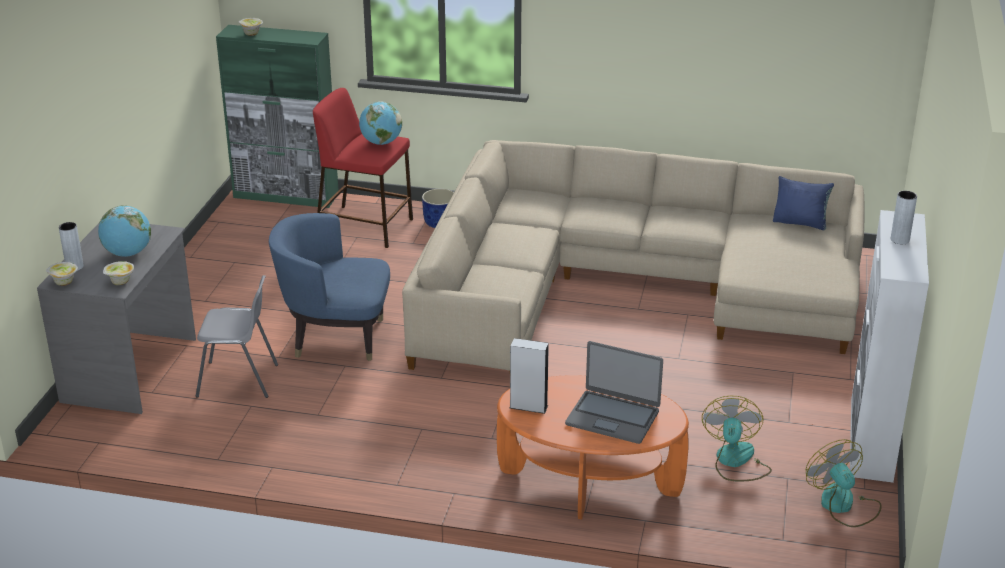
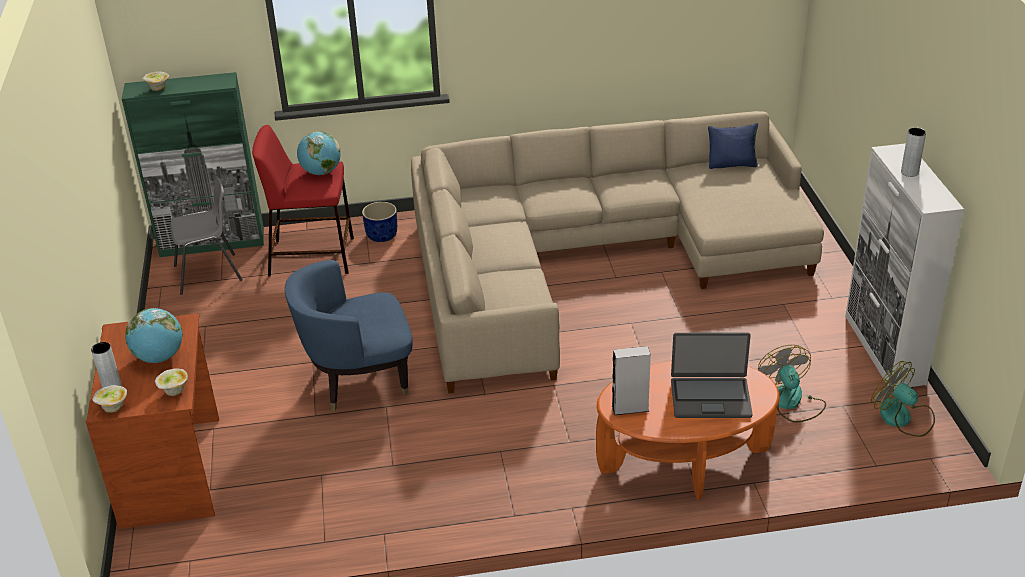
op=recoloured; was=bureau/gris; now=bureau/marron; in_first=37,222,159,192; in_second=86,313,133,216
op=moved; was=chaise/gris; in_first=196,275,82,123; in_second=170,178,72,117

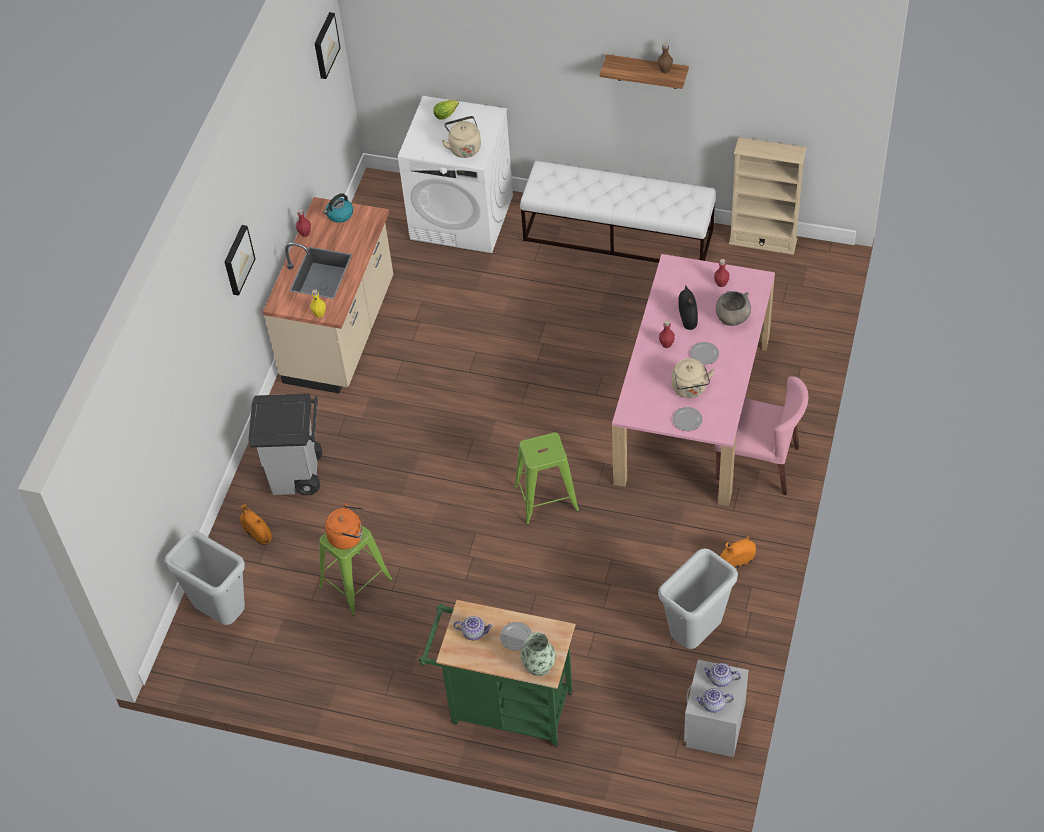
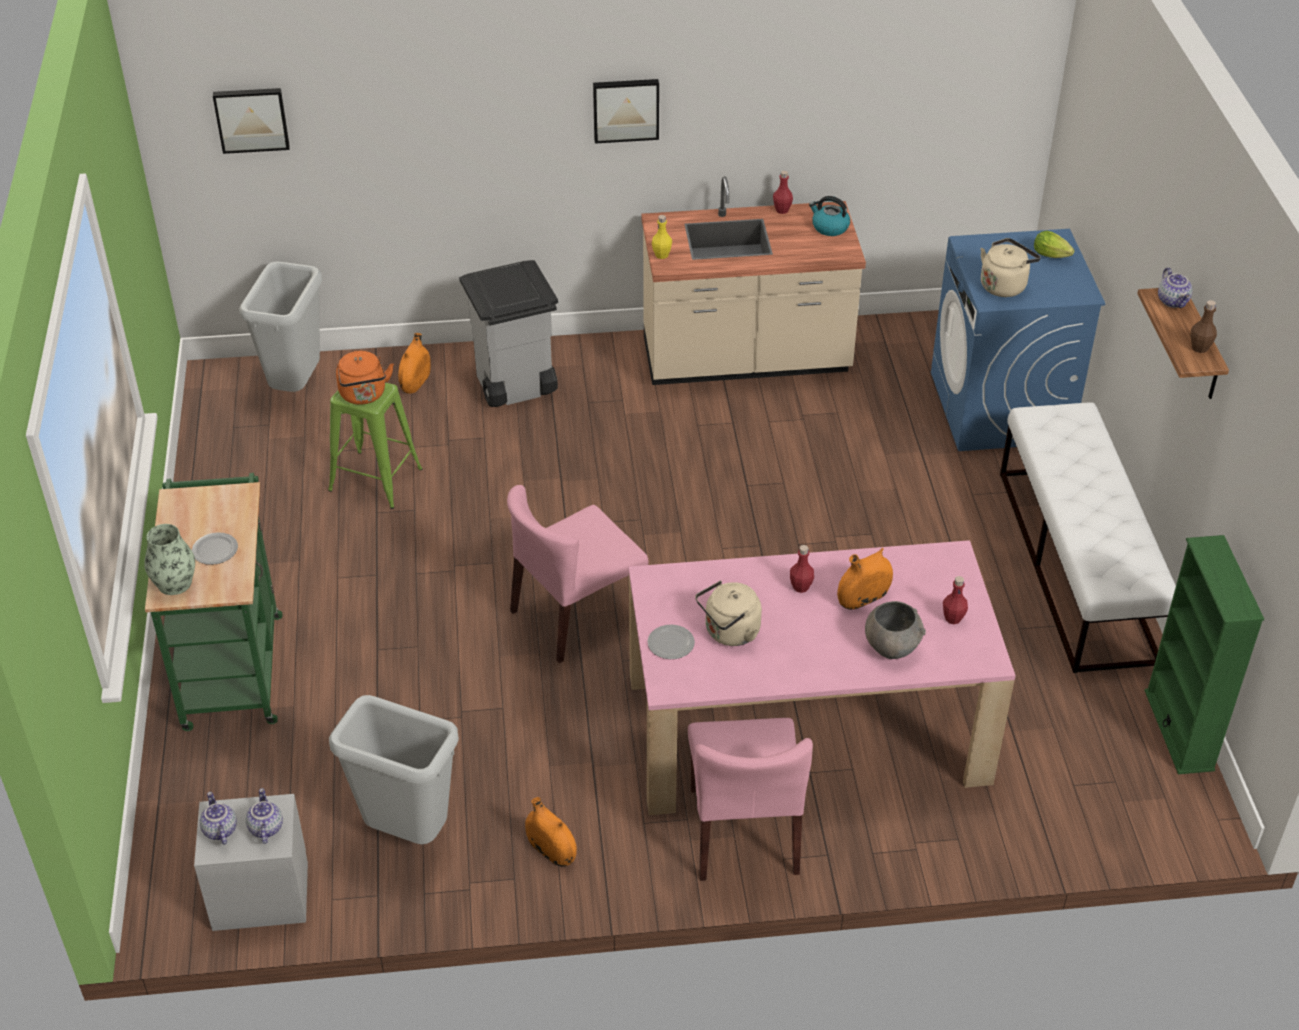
op=moved; was=tableau; in_first=314,12,27,67; in_second=213,88,77,66
op=recoloured; was=lave-linge/blanc; now=lave-linge/bleu; in_first=398,96,115,157; in_second=931,229,175,222
op=recoloured; was=bibliothèque/beige; now=bibliothèque/vert; in_first=729,137,77,118; in_second=1144,535,120,239
op=recoloured; was=vase/noir; now=vase/orange; in_first=678,285,20,45; in_second=837,548,56,62
op=removed; was=assiette; in_first=690,342,29,23
op=replaced; was=tabouret/vert; now=chaise/rose; in_first=514,432,65,93; in_second=507,485,142,178
op=moved; was=théière; in_first=454,616,39,24; in_second=1158,267,35,41

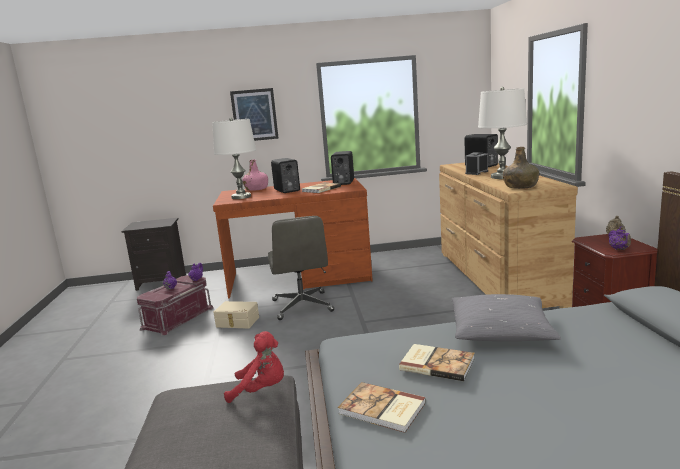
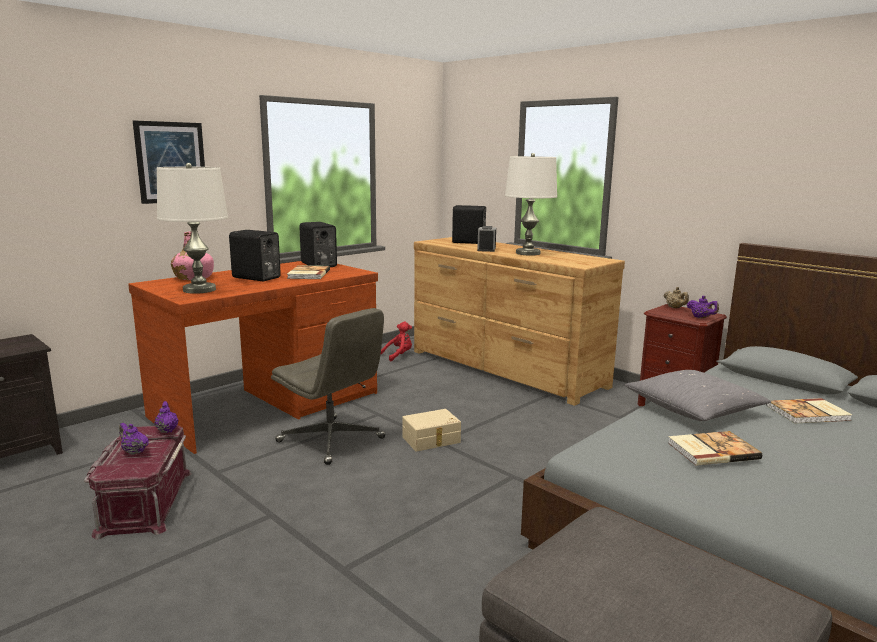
op=removed; was=bouteille/vert; in_first=503,147,36,42
op=moved; was=boîte de rangement/beige; in_first=214,301,45,28; in_second=402,409,59,43
op=moved; was=peluche/rouge; in_first=224,331,60,72; in_second=381,322,31,39
op=moved; was=livre; in_first=338,382,88,51; in_second=766,398,86,26

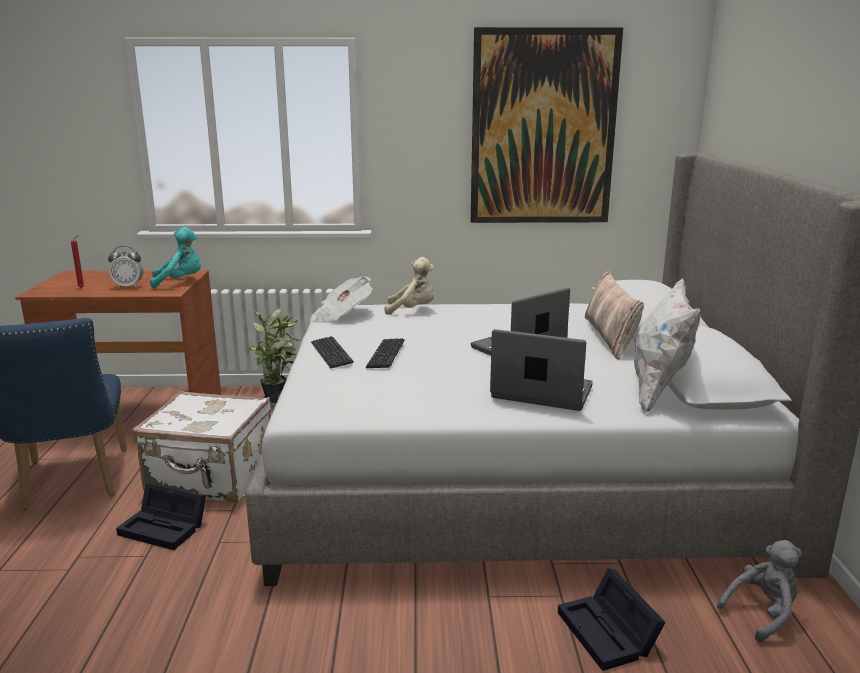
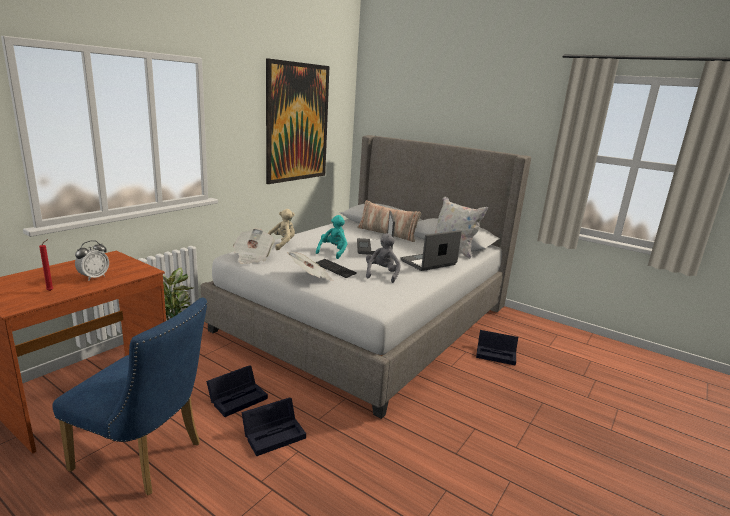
op=moved; was=peluche/turquoise; in_first=150,227,51,62; in_second=316,215,31,44
op=replaced; was=clavier; now=journal; in_first=311,336,43,32; in_second=287,252,46,29
op=replaced; was=valise/blanc; now=boîte de rangement/noir; in_first=133,391,138,111; in_second=206,366,62,51
op=moved; was=peluche/gris; in_first=717,540,85,102; in_second=366,233,34,50

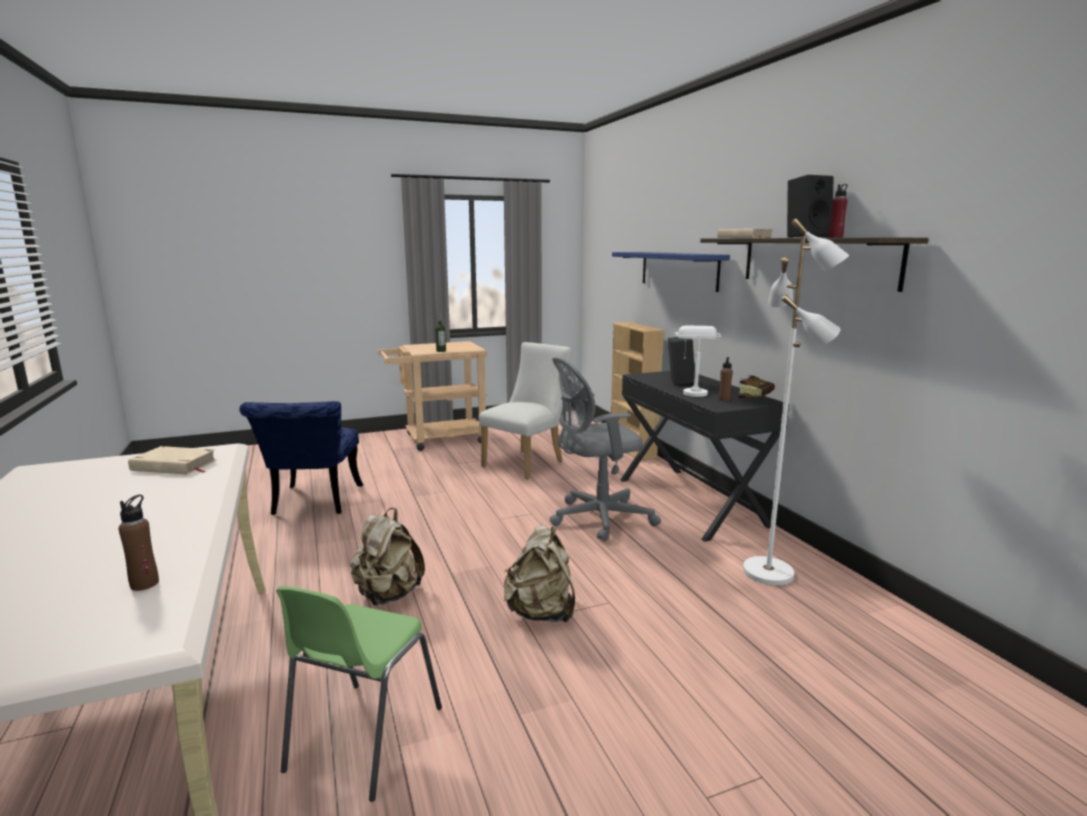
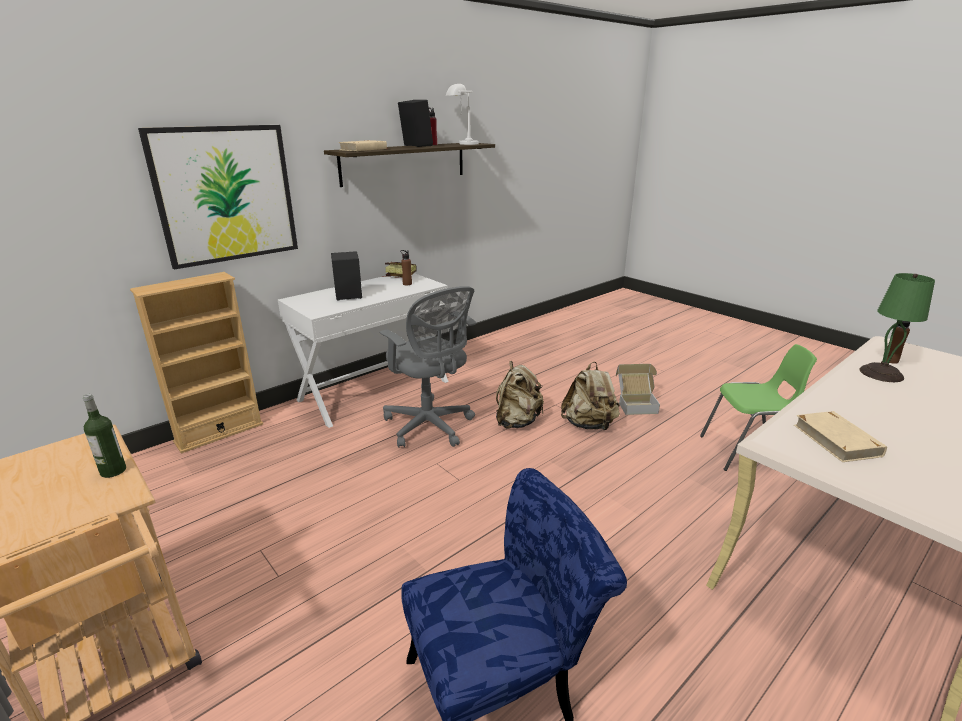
op=removed; was=lampadaire/blanc; in_first=743,218,106,367
op=replaced; was=étagère/bleu; now=tableau; in_first=612,252,118,40; in_second=138,125,160,144
op=moved; was=lampe de table/blanc; in_first=675,326,46,71; in_second=446,84,32,61
op=removed; was=chaise/blanc; in_first=479,342,93,138
op=recoloured; was=bureau/noir; now=bureau/blanc; in_first=620,371,169,171; in_second=278,273,171,155
op=moved; was=sac à dos/beige; in_first=349,508,76,98; in_second=496,361,48,68
op=added; now=lampe de table/vert; in_second=859,273,76,109
op=added; now=carton; in_second=616,364,44,51

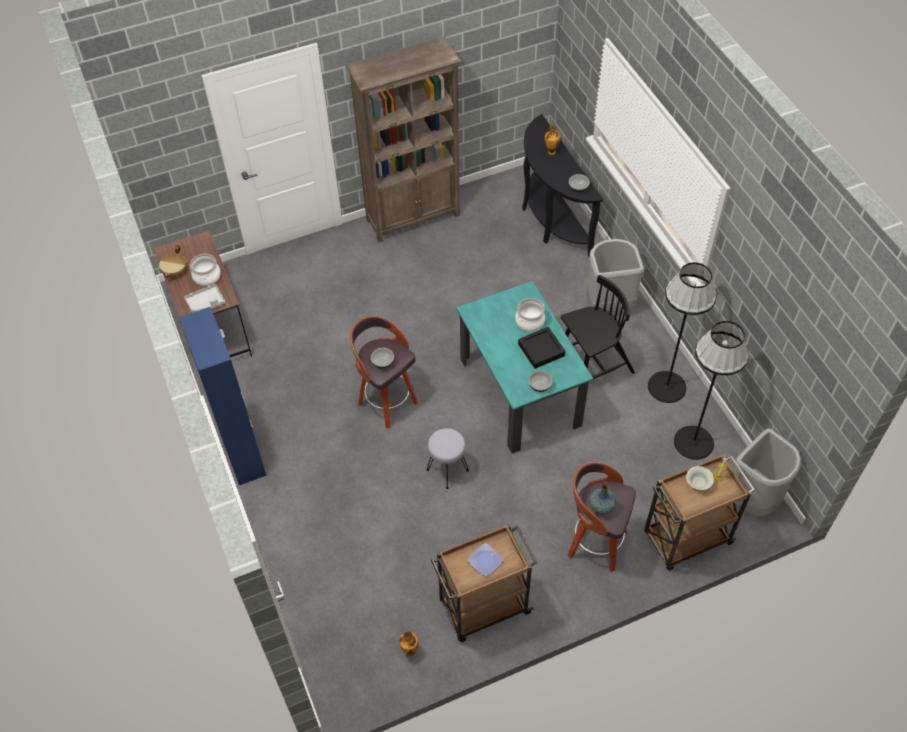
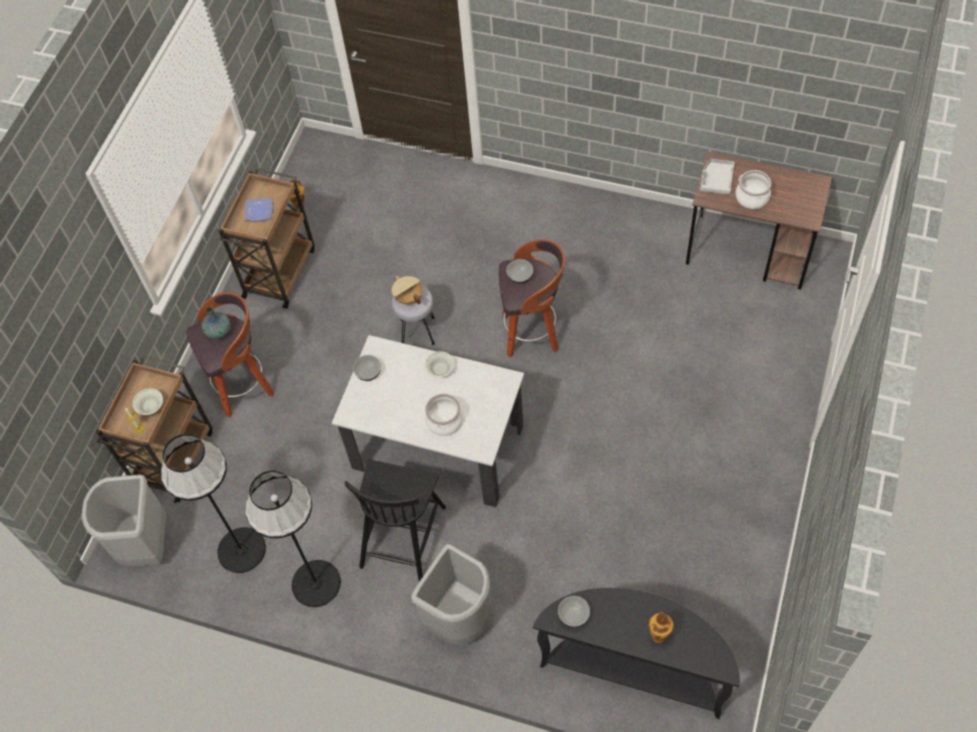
op=removed; was=bibliothèque/marron; in_first=346,36,116,206
op=moved; was=marmite/beige; in_first=159,245,27,31; in_second=392,276,31,29
op=recoloured; was=table à manger/turquoise; now=table à manger/blanc; in_first=456,281,137,172; in_second=332,335,192,172
op=removed; was=meuble de rangement/bleu; in_first=179,307,87,179
op=removed; was=plateau/noir; in_first=518,327,47,42
op=added; now=bol/blanc; in_second=425,351,30,26

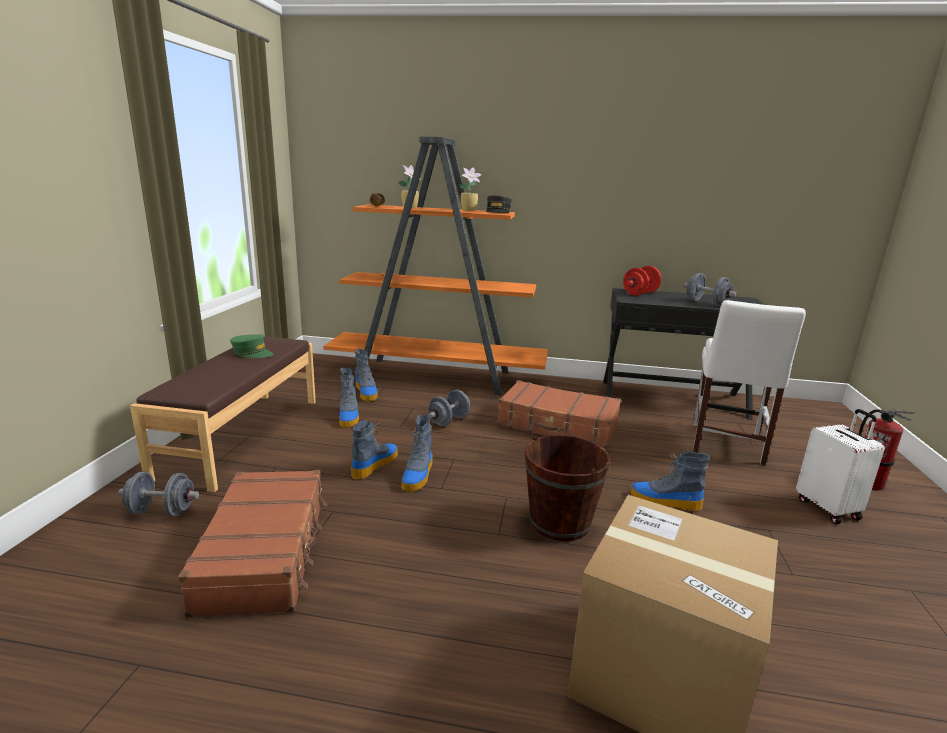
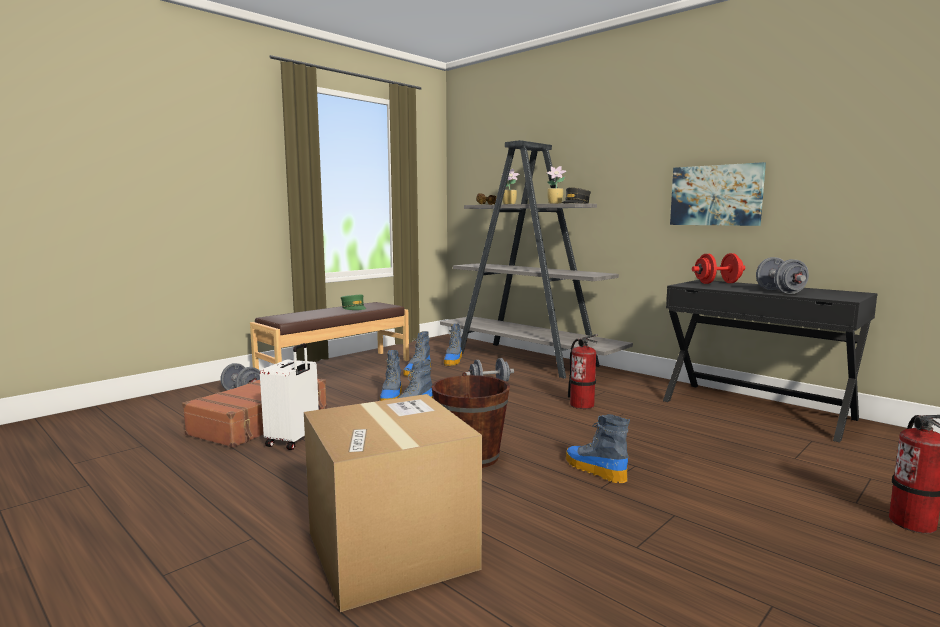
op=recoloured; was=bibliothèque/orange; now=bibliothèque/gris; in_first=323,137,225,259; in_second=440,140,193,239
op=removed; was=chaise/blanc; in_first=693,300,113,165
op=replaced; was=valise/marron; now=extincteur; in_first=497,380,124,69; in_second=568,334,31,75
op=moved; was=valise/blanc; in_first=796,409,89,115; in_second=260,343,59,107
op=turned; was=botte; in_first=351,420,47,60; in_second=380,350,22,51; clockwise=120
op=added; now=tableau; in_second=670,162,96,64

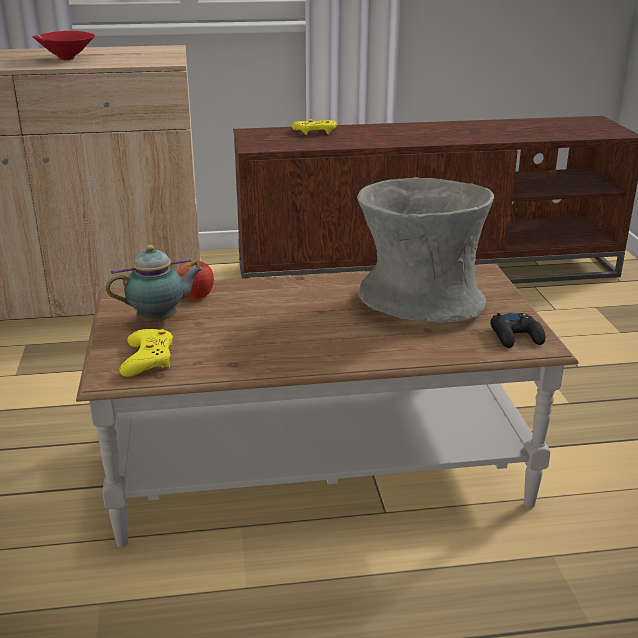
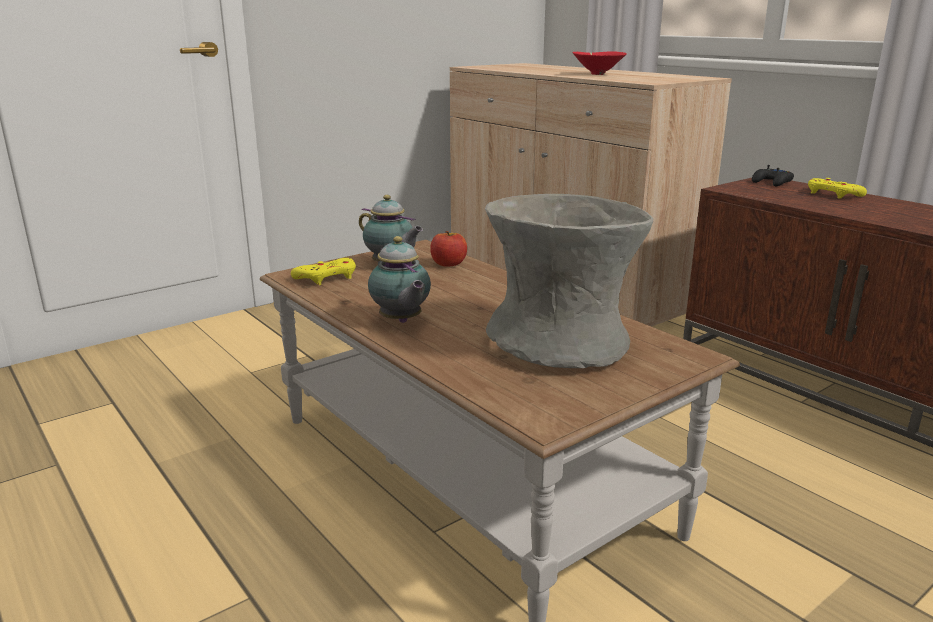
op=moved; was=manette/noir; in_first=490,313,55,35; in_second=752,165,42,21
op=added; now=théière; in_second=368,236,63,87

